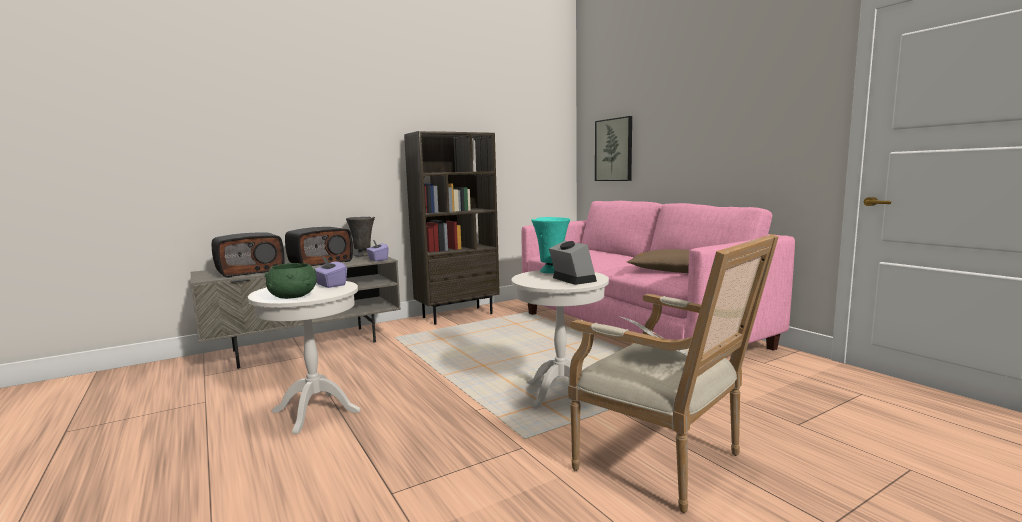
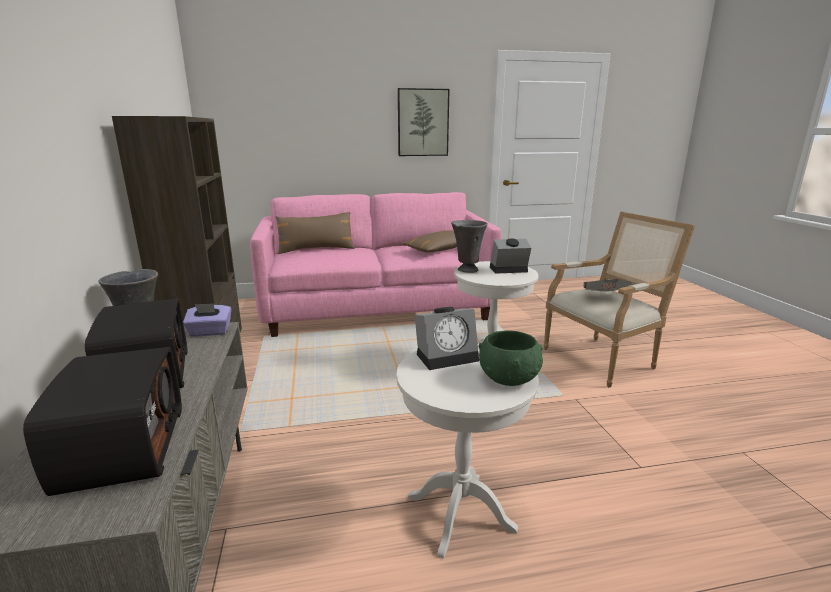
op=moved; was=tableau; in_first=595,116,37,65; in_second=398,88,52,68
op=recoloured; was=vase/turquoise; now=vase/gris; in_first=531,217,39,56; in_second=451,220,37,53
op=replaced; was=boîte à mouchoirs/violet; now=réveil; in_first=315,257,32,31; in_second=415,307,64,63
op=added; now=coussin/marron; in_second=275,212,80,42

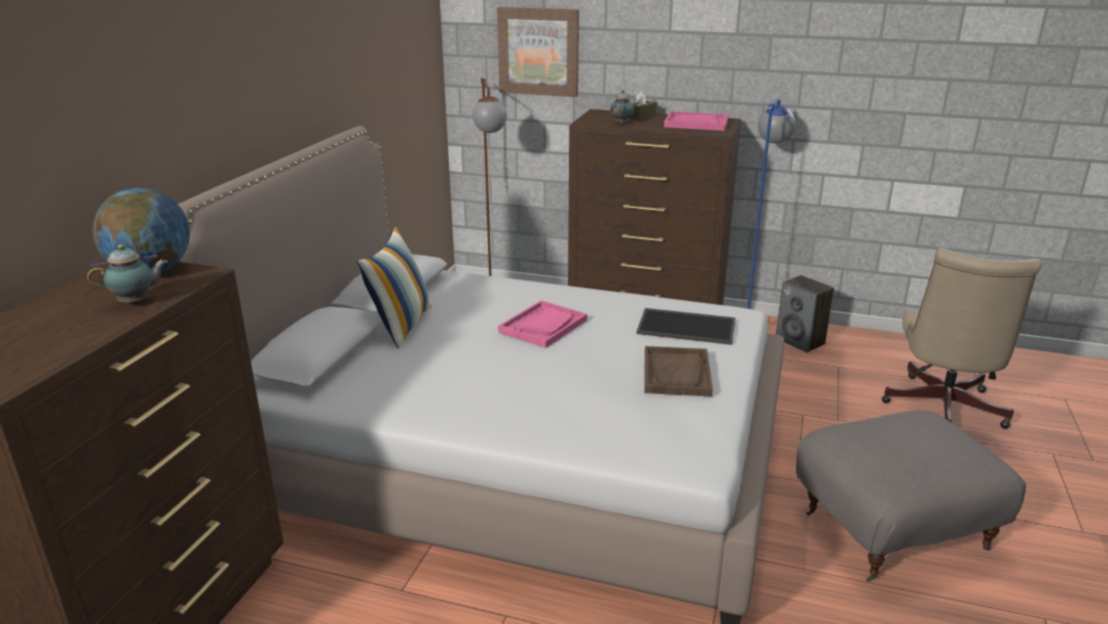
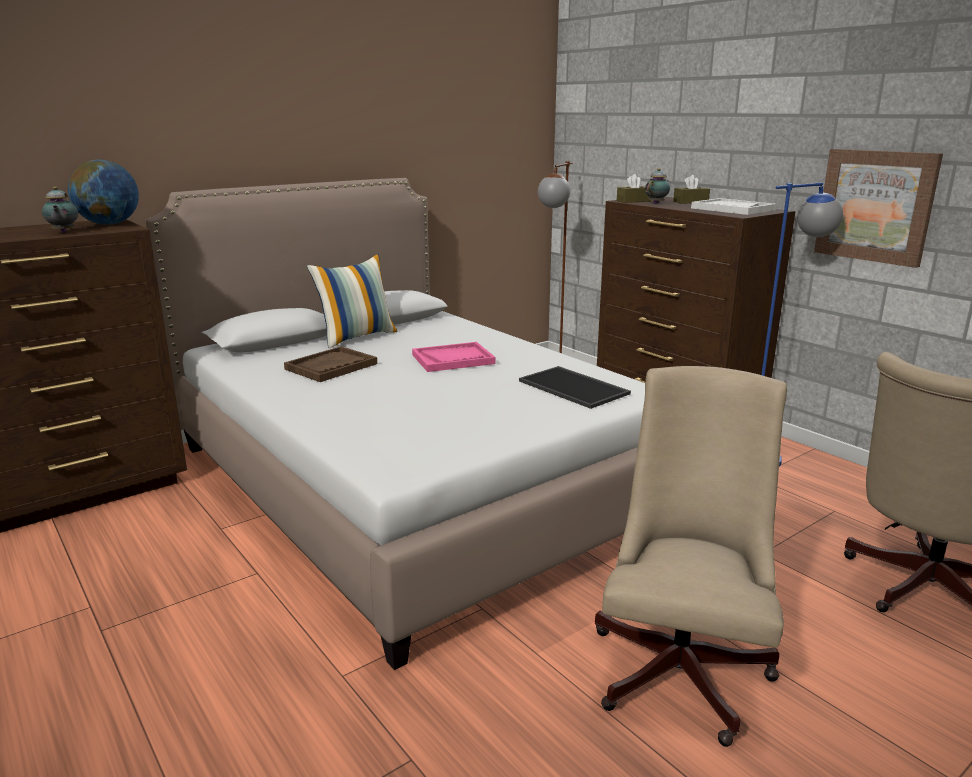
op=moved; was=tableau; in_first=497,7,82,90; in_second=814,149,129,119
op=recoloured; was=plateau/rose; now=plateau/blanc; in_first=664,111,64,20; in_second=691,198,86,17
op=turned; was=théière; in_first=87,244,81,60; in_second=42,187,36,46; clockwise=60
op=removed; was=enceinte; in_first=776,275,58,78
op=moved; was=plateau/marron; in_first=645,346,68,51; in_second=284,346,93,36
op=replaced; was=pouf/gris; now=chaise de bureau/beige; in_first=796,410,230,172; in_second=595,366,192,381
op=added; now=boîte à mouchoirs/marron; in_second=617,174,34,29

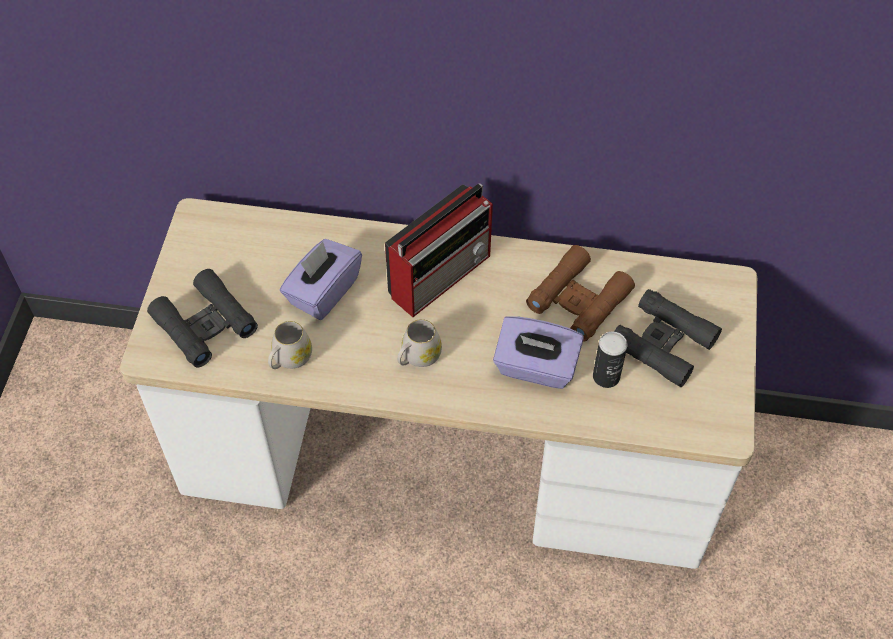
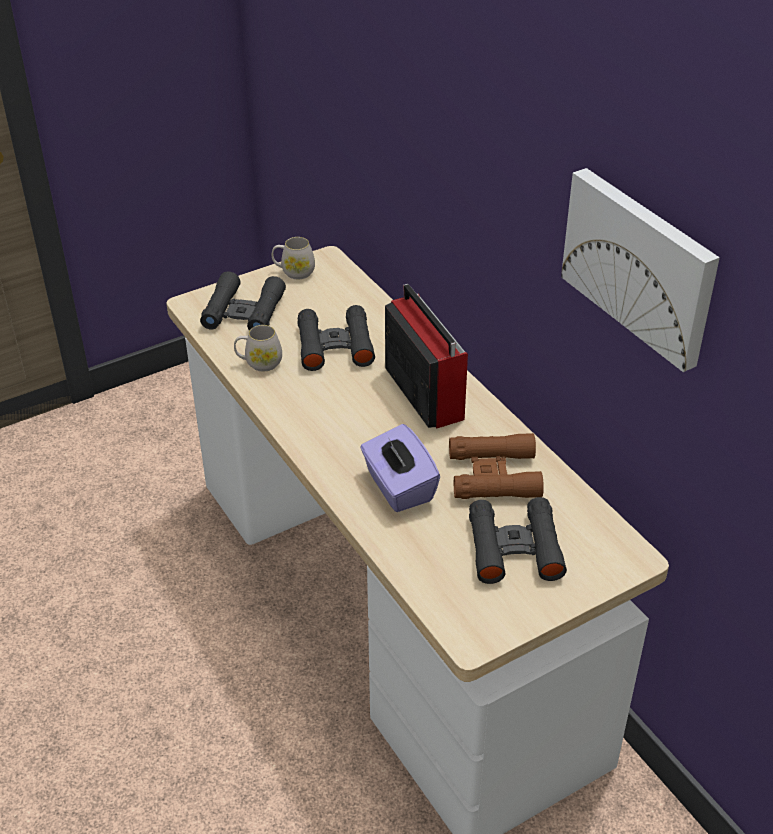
op=turned; was=radio; in_first=385,183,108,134; in_second=385,284,83,145; clockwise=-120
op=replaced; was=boîte à mouchoirs/violet; now=jumelles/noir; in_first=280,239,82,81; in_second=297,305,78,66
op=moved; was=mug/blanc; in_first=397,319,45,48; in_second=272,237,43,43
op=removed; was=boîte métallique; in_first=593,332,35,56
op=added; now=tableau; in_second=561,168,159,204

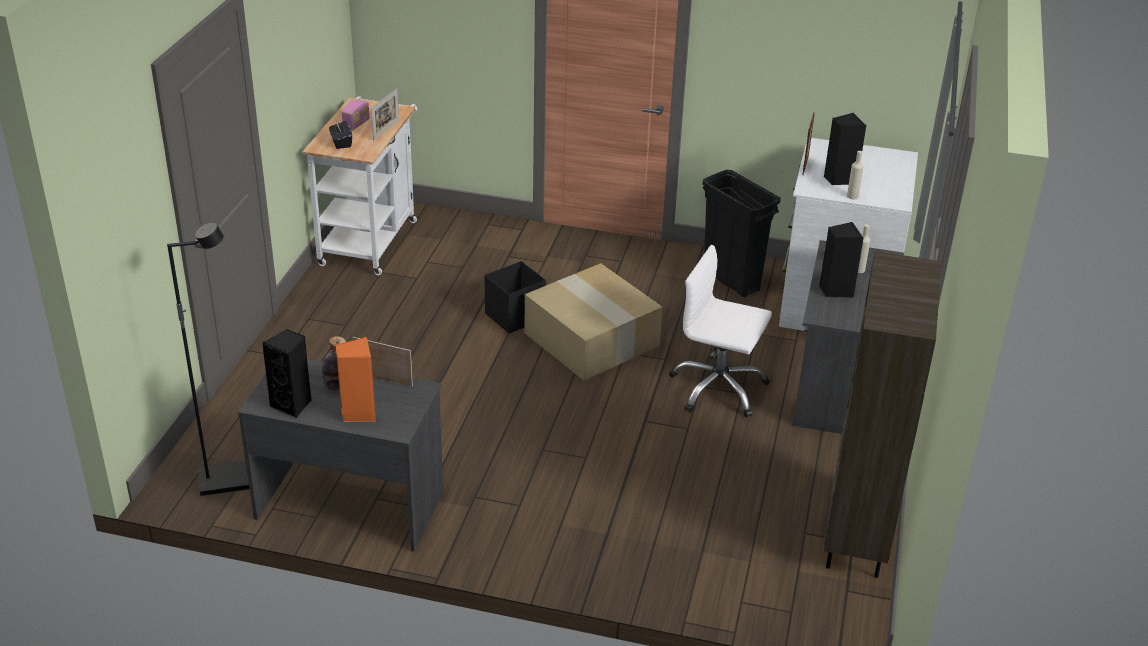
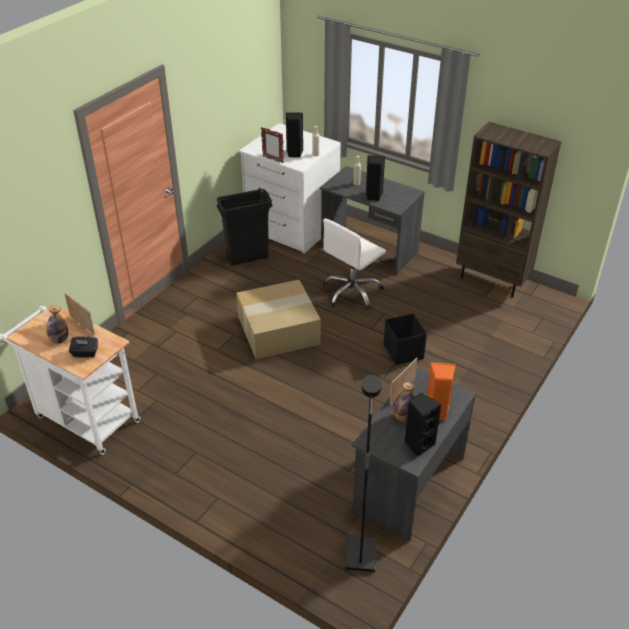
op=replaced; was=radio; now=bouteille; in_first=342,100,28,31; in_second=46,306,22,38
op=moved; was=boîte de rangement/noir; in_first=484,261,62,72; in_second=384,313,43,52

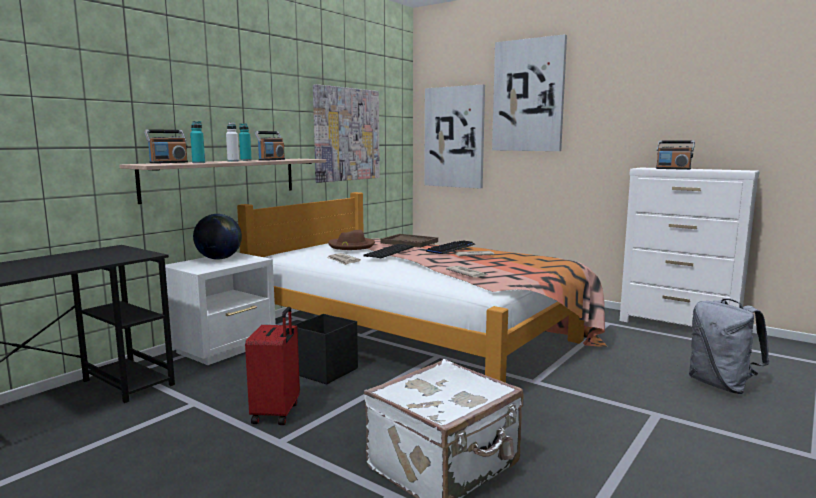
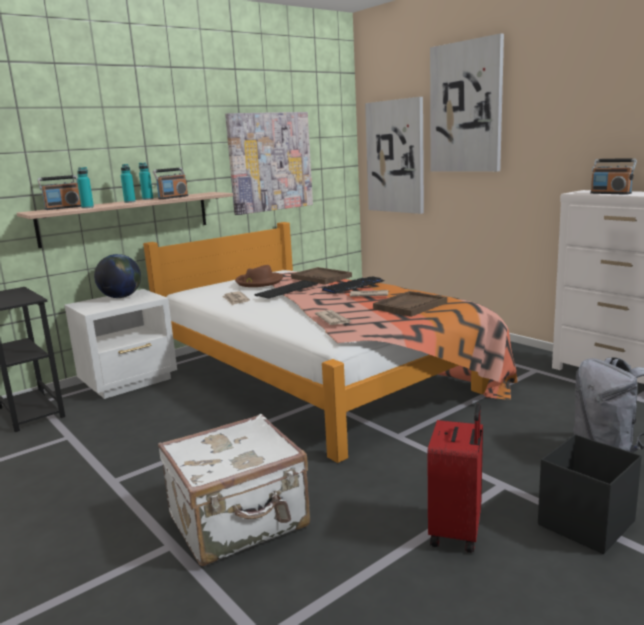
op=recoloured; was=bouteille/blanc; now=bouteille/turquoise; in_first=226,123,13,39; in_second=121,164,15,39
op=moved; was=valise/rouge; in_first=245,307,55,118; in_second=427,404,56,149
op=moved; was=boîte de rangement/noir; in_first=293,314,65,70; in_second=538,434,104,120
op=added; now=plateau/marron; in_second=373,291,74,26

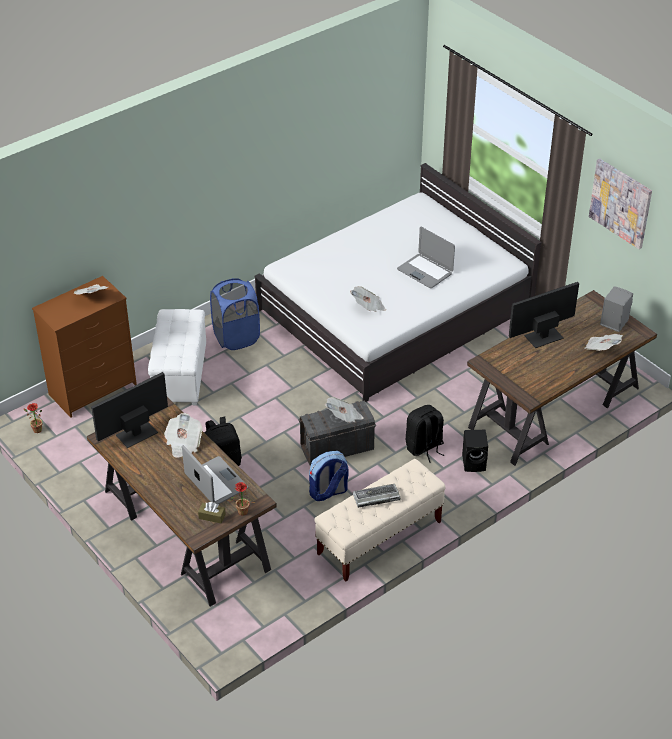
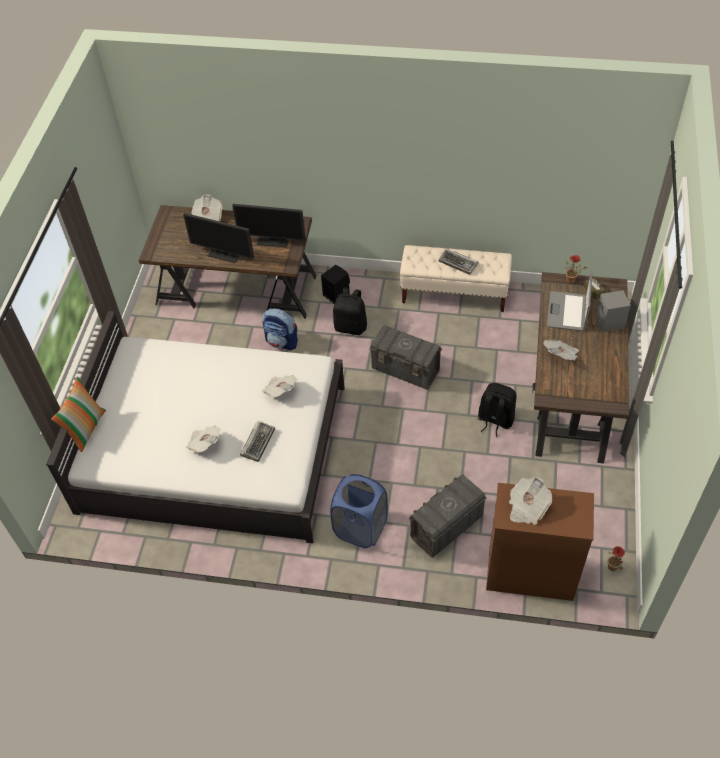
op=removed; was=tableau; in_first=589,159,63,90
op=removed; was=ordinateur portable; in_first=397,227,58,61
op=moved; was=enceinte/gris; in_first=600,286,33,46; in_second=596,290,35,42
op=replaced; was=pouf/blanc; now=boîte de rangement/gris; in_first=148,309,58,96; in_second=409,475,78,83
op=moved; was=écran d'ordinateur; in_first=91,372,77,76; in_second=232,204,74,43
op=moved; was=journal; in_first=325,397,39,26; in_second=186,426,35,27
op=moved; was=sac à dos; in_first=309,451,40,50; in_second=262,308,36,43
op=added; now=coussin; in_second=51,376,55,76
op=added; now=clavier; in_second=240,421,35,41

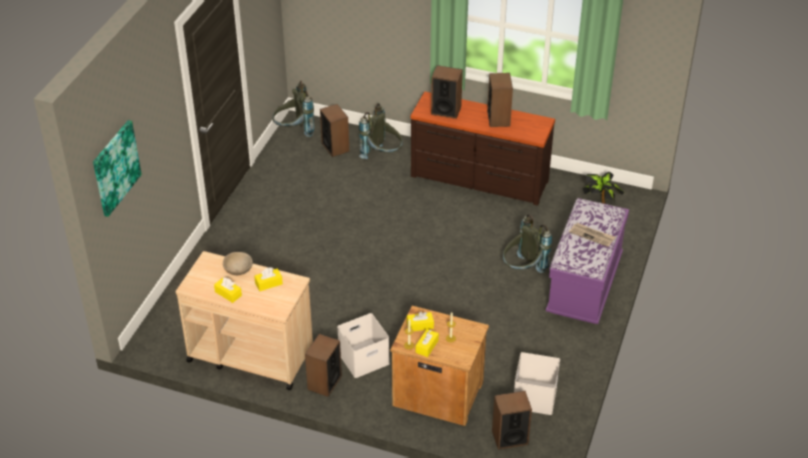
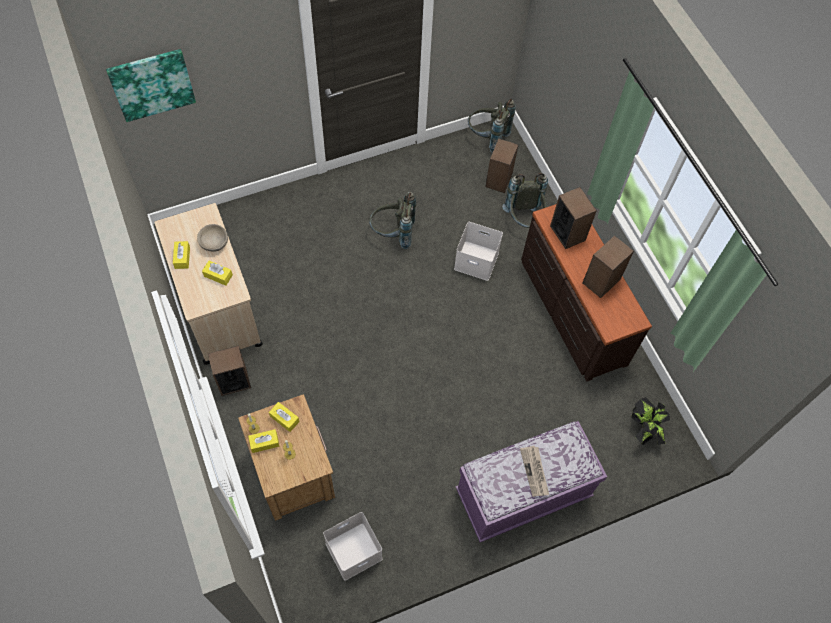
op=moved; was=sac à dos/gris; in_first=503,214,49,59; in_second=369,192,47,57
op=moved; was=boîte de rangement/blanc; in_first=337,313,53,65; in_second=454,222,49,59
op=removed; was=enceinte; in_first=492,391,40,59

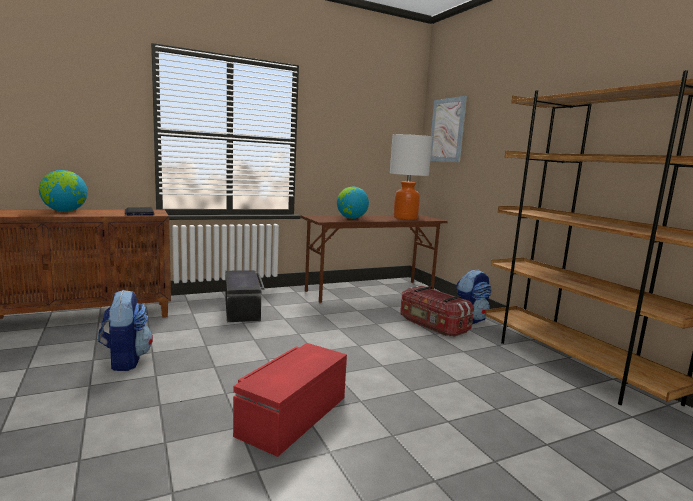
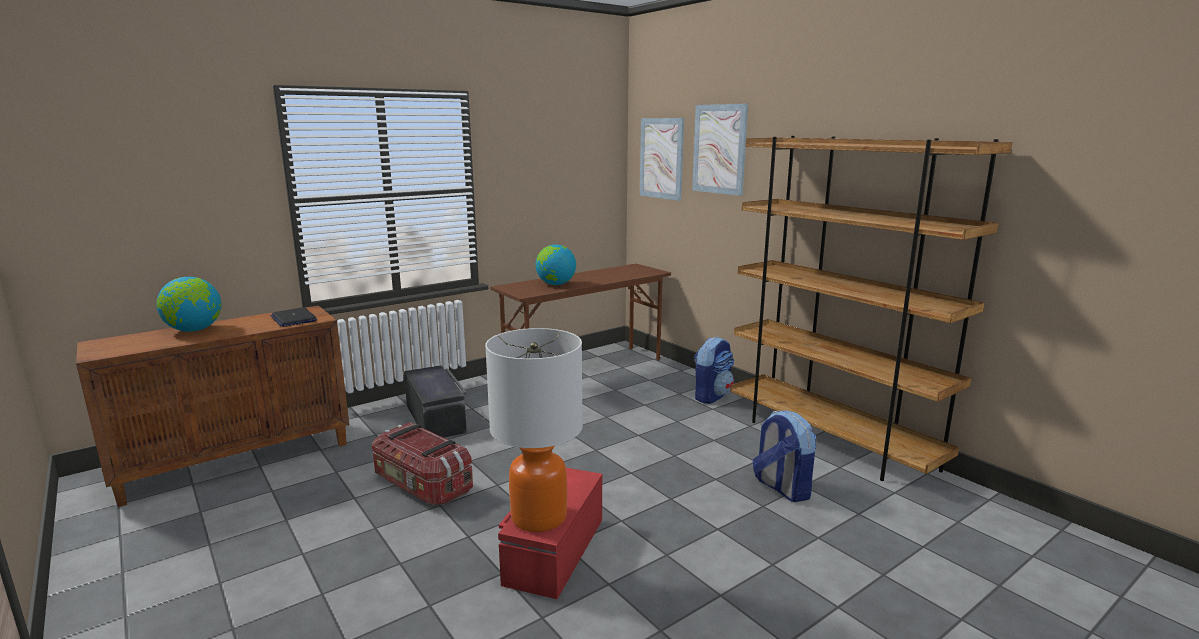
op=moved; was=lampe de table; in_first=390,134,43,86; in_second=485,328,98,204
op=moved; was=boîte de rangement; in_first=400,286,74,51; in_second=371,422,102,84
op=moved; was=sac à dos; in_first=98,290,55,81; in_second=753,410,64,92
op=added; now=tableau; in_second=692,104,56,92

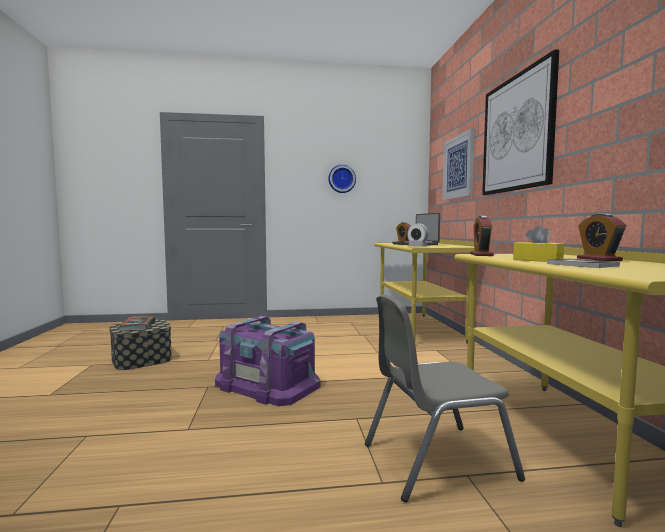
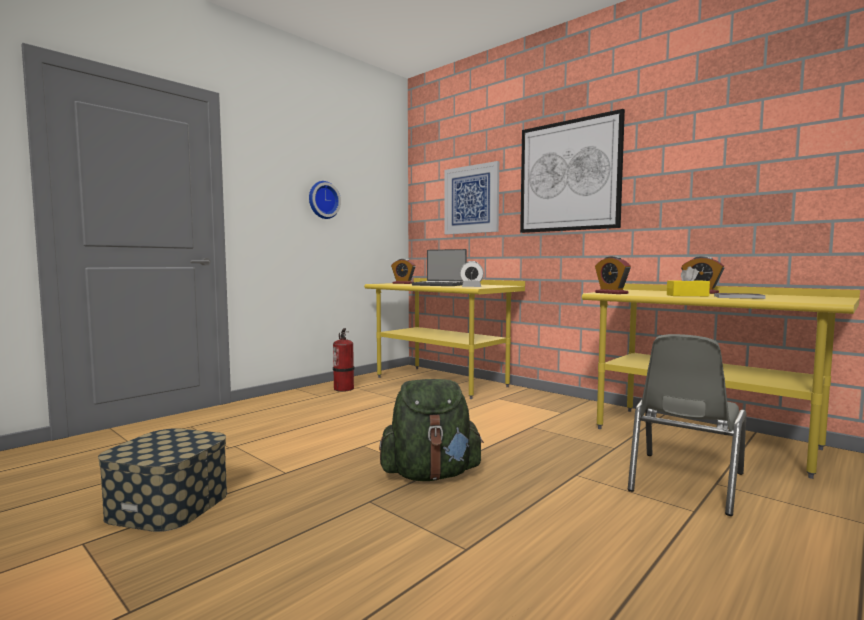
op=removed; was=livre; in_first=119,316,36,15
op=replaced; was=boîte de rangement/violet; now=sac à dos/vert; in_first=215,316,106,90; in_second=379,379,105,102
op=added; now=extincteur; in_second=333,328,21,64

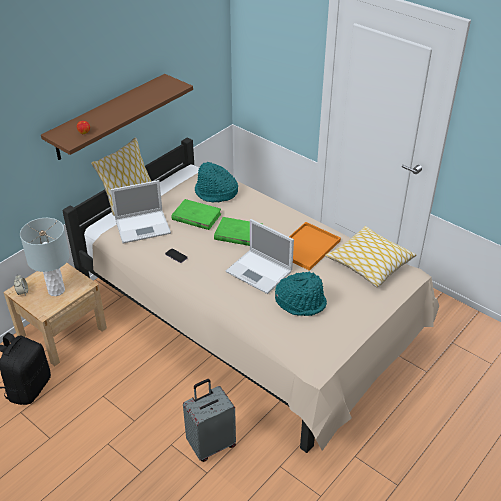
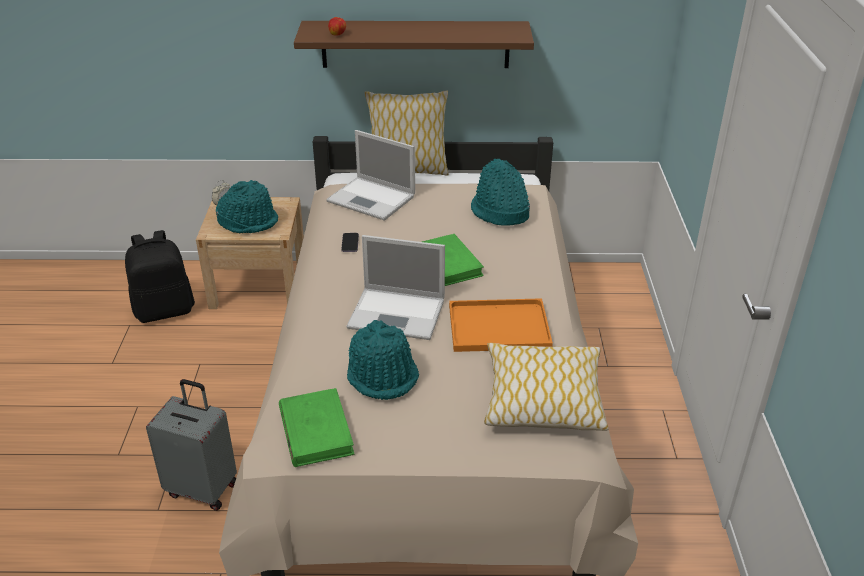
op=moved; was=livre/vert; in_first=172,199,49,31; in_second=279,388,75,79
op=replaced; was=lampe de table/gris; now=chapeau/turquoise; in_first=20,218,50,78; in_second=216,180,62,53
op=turned; was=ordinateur portable; in_first=225,219,69,75; in_second=346,235,99,105; clockwise=-75

